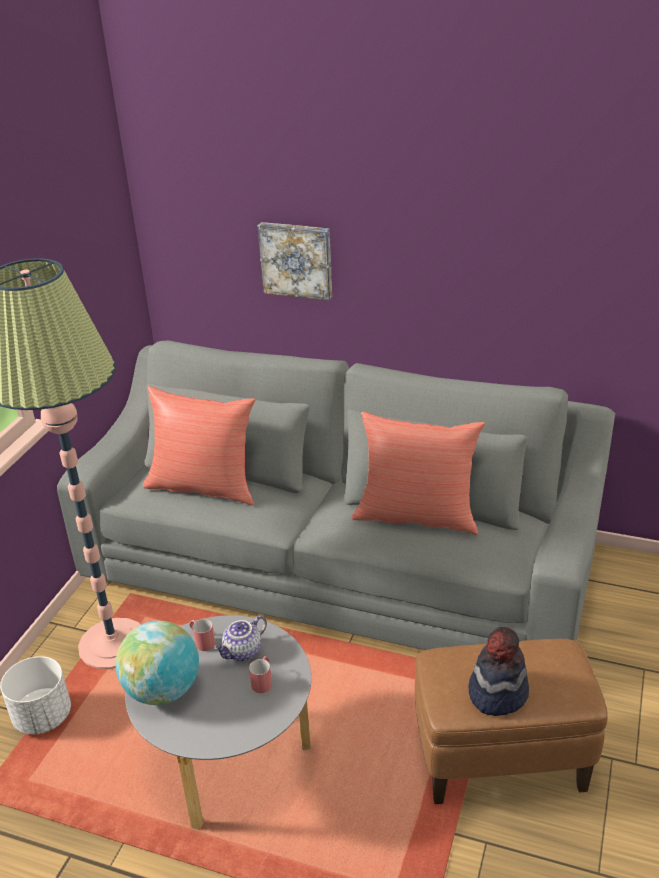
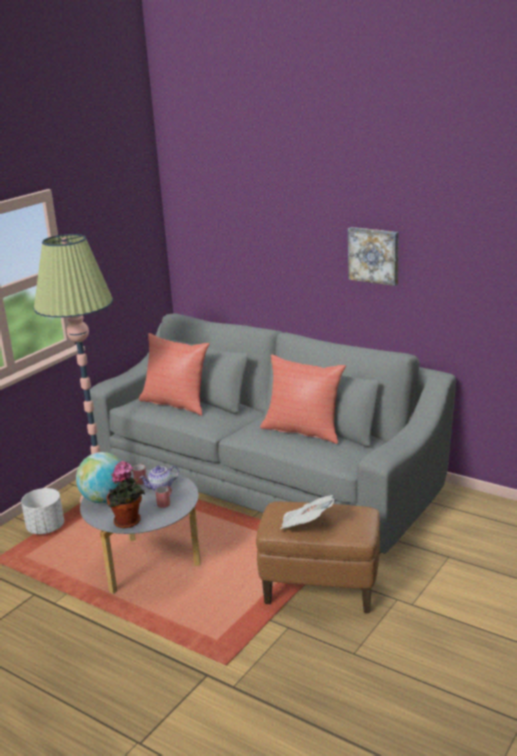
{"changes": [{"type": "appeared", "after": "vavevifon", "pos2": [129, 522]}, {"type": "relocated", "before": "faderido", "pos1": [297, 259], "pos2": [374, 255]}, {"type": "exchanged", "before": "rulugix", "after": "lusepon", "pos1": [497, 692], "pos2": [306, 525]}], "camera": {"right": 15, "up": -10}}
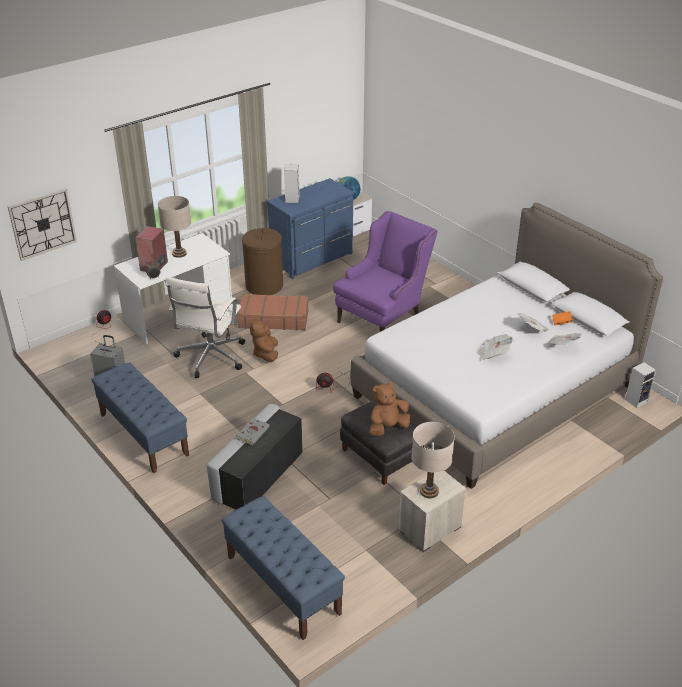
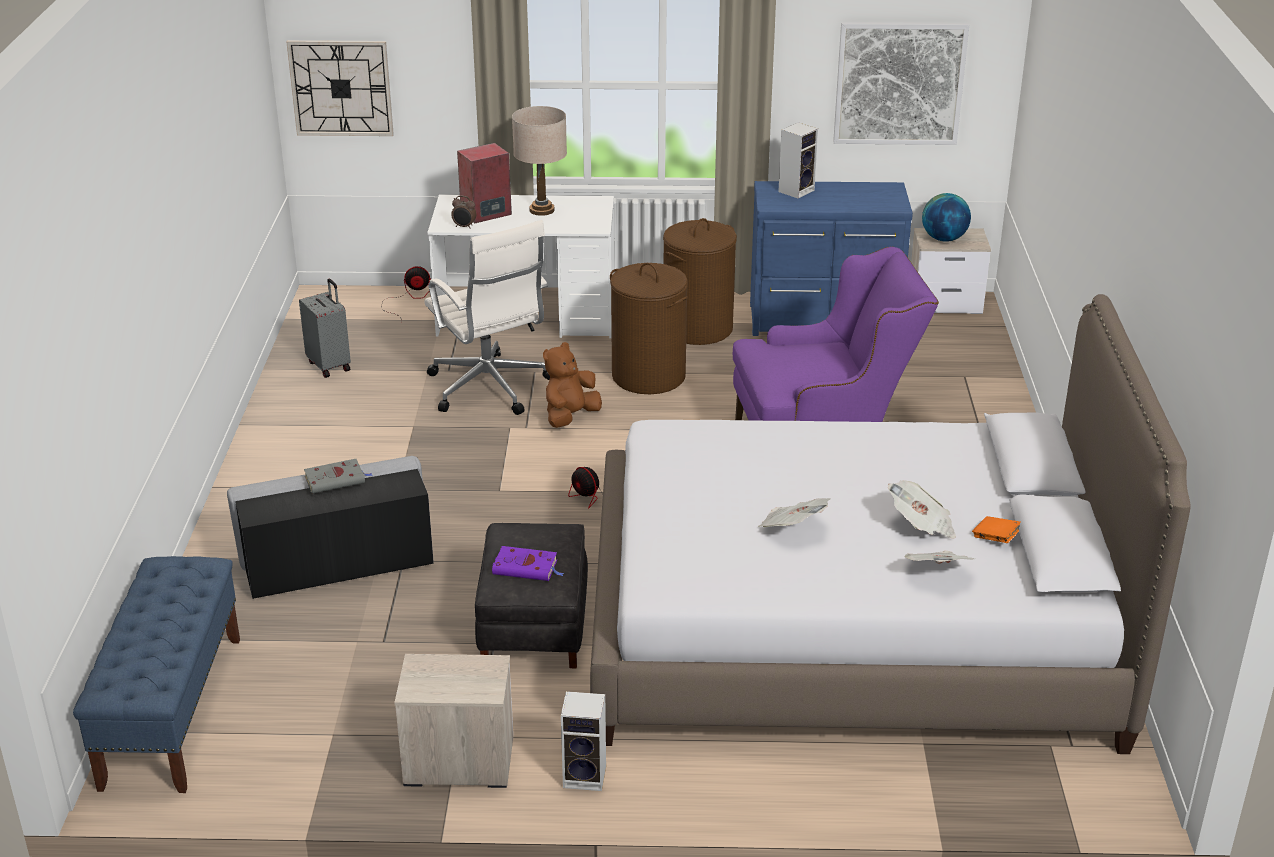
{"changes": [{"type": "missing", "before": "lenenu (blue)", "pos1": [143, 434]}, {"type": "missing", "before": "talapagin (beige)", "pos1": [429, 491]}, {"type": "appeared", "after": "faderido", "pos2": [899, 83]}, {"type": "relocated", "before": "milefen", "pos1": [636, 400], "pos2": [586, 776]}, {"type": "exchanged", "before": "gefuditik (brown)", "after": "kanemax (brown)", "pos1": [273, 318], "pos2": [648, 376]}, {"type": "exchanged", "before": "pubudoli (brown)", "after": "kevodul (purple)", "pos1": [387, 428], "pos2": [527, 568]}, {"type": "spun", "before": "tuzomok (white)", "pos1": [210, 358], "pos2": [490, 388], "turn": -90}], "camera": {"right": 40, "up": -5}}
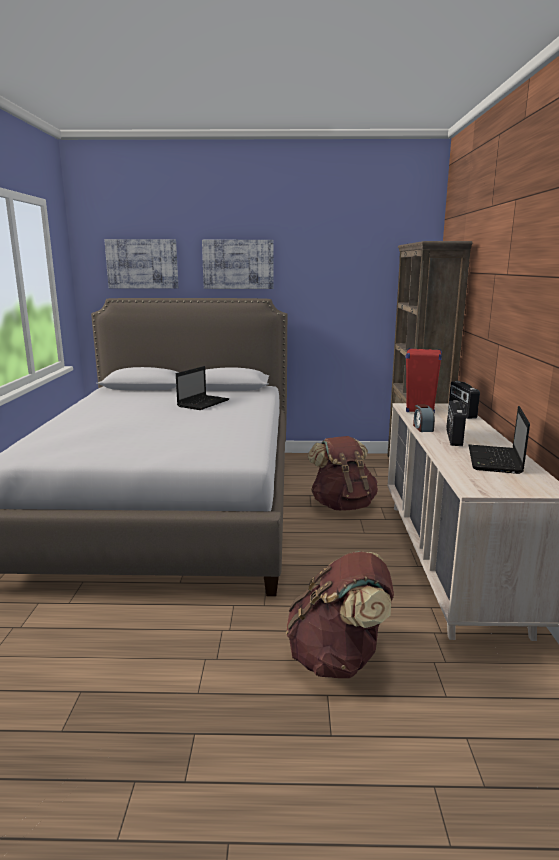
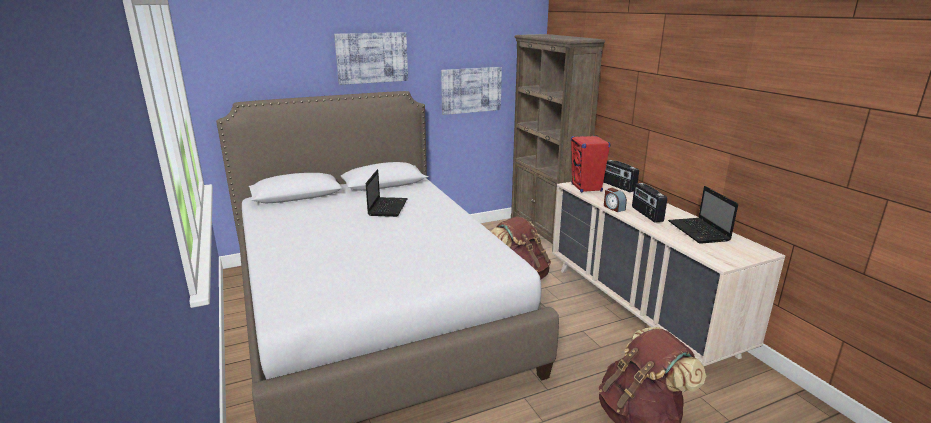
{"changes": [{"type": "relocated", "before": "faderido", "pos1": [142, 264], "pos2": [471, 90]}], "camera": {"right": -25, "up": 5}}
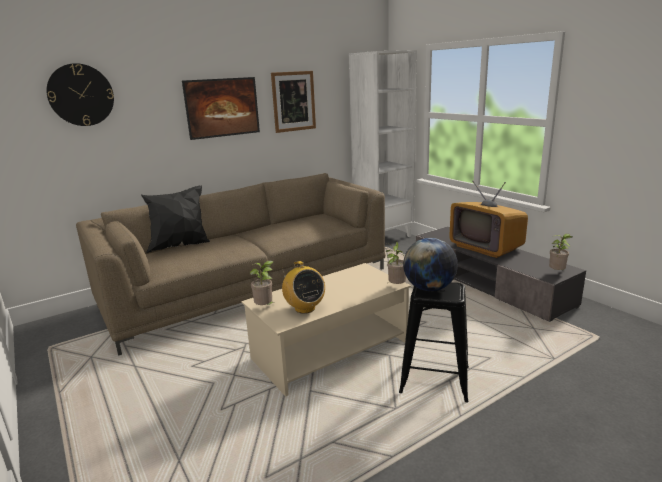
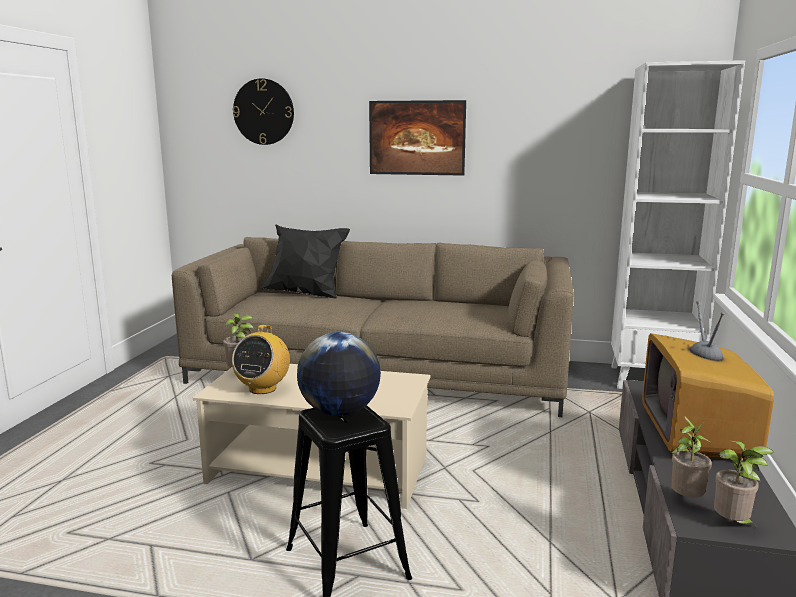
{"changes": [{"type": "missing", "before": "faderido", "pos1": [293, 101]}, {"type": "relocated", "before": "vavevifon", "pos1": [396, 286], "pos2": [685, 500]}], "camera": {"right": 45, "up": -5}}
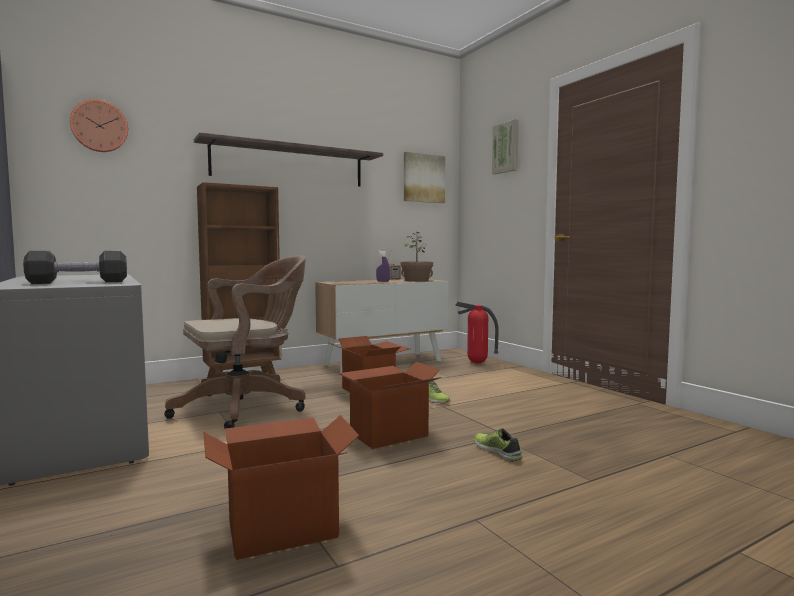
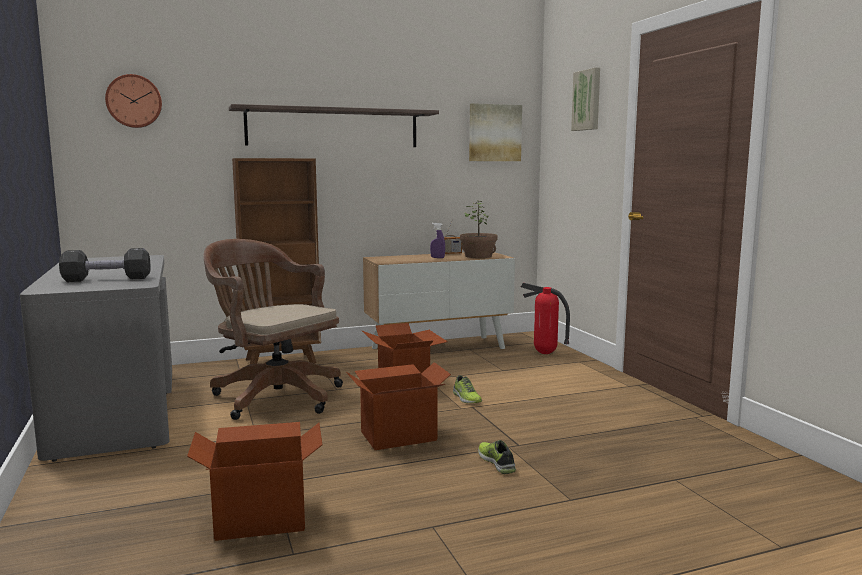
{"changes": [{"type": "spun", "before": "tuzomok (brown)", "pos1": [246, 407], "pos2": [273, 396], "turn": -120}], "camera": {"right": 10, "up": 5}}
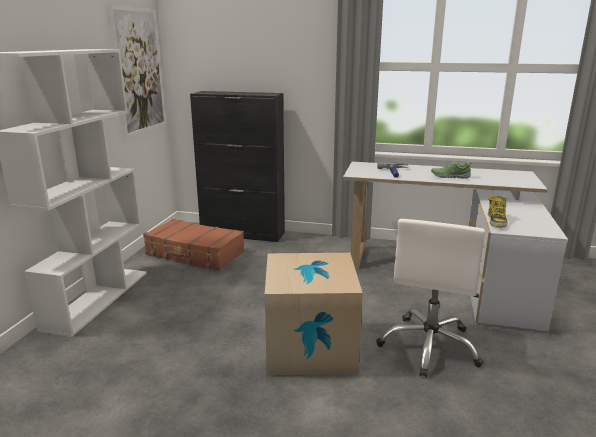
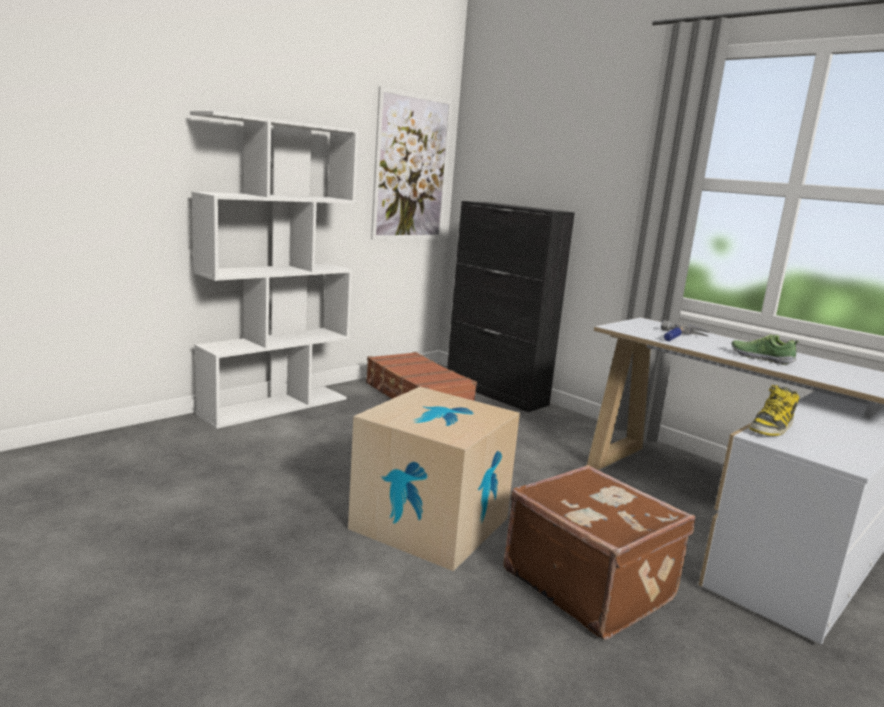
{"changes": [{"type": "exchanged", "before": "tuzomok (white)", "after": "gefuditik (brown)", "pos1": [429, 346], "pos2": [589, 584]}], "camera": {"right": 30, "up": -5}}
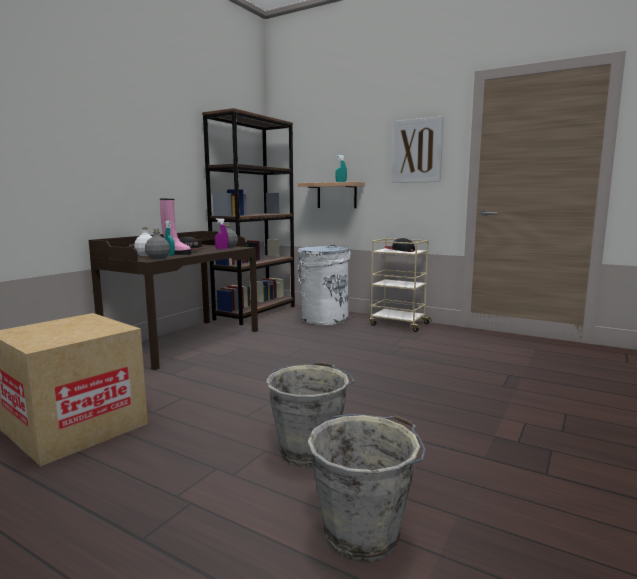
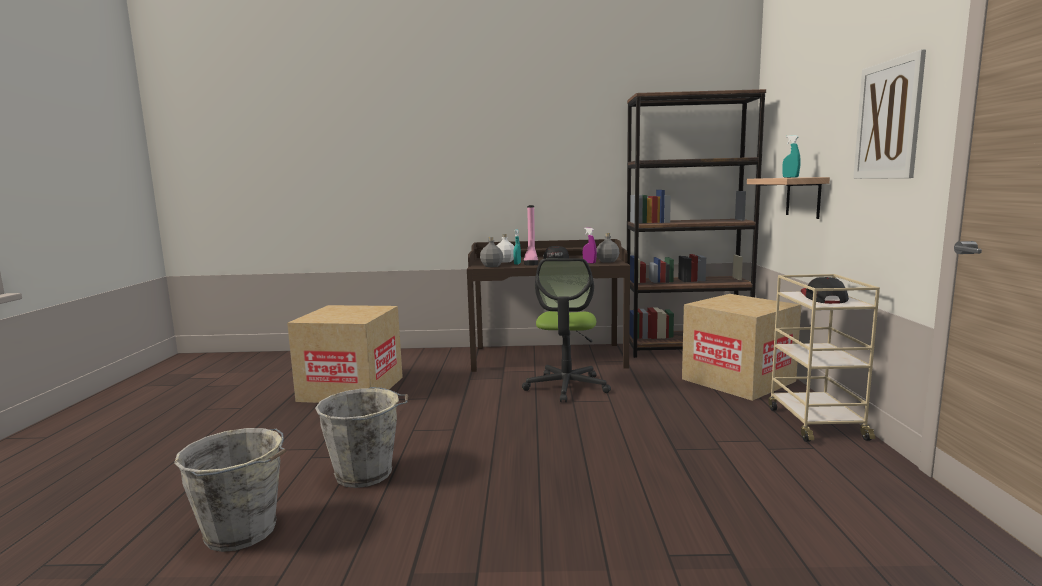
{"changes": [{"type": "appeared", "after": "tuzomok", "pos2": [566, 387]}, {"type": "exchanged", "before": "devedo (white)", "after": "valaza", "pos1": [324, 318], "pos2": [738, 380]}], "camera": {"right": 60, "up": 0}}
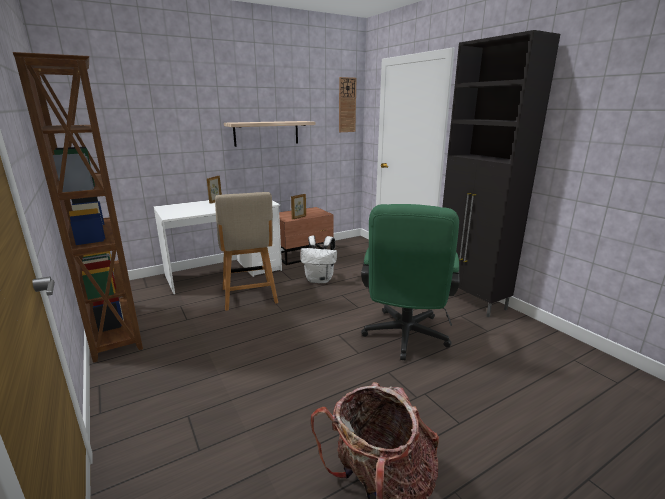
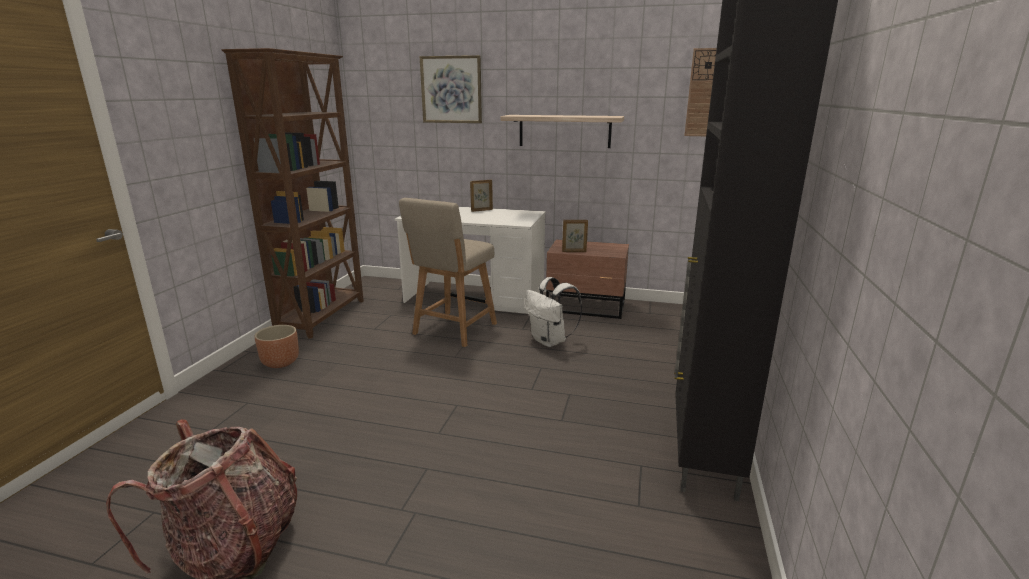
{"changes": [{"type": "missing", "before": "tuzomok (green)", "pos1": [404, 338]}, {"type": "appeared", "after": "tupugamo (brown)", "pos2": [280, 363]}, {"type": "appeared", "after": "faderido", "pos2": [451, 90]}], "camera": {"right": 45, "up": 0}}
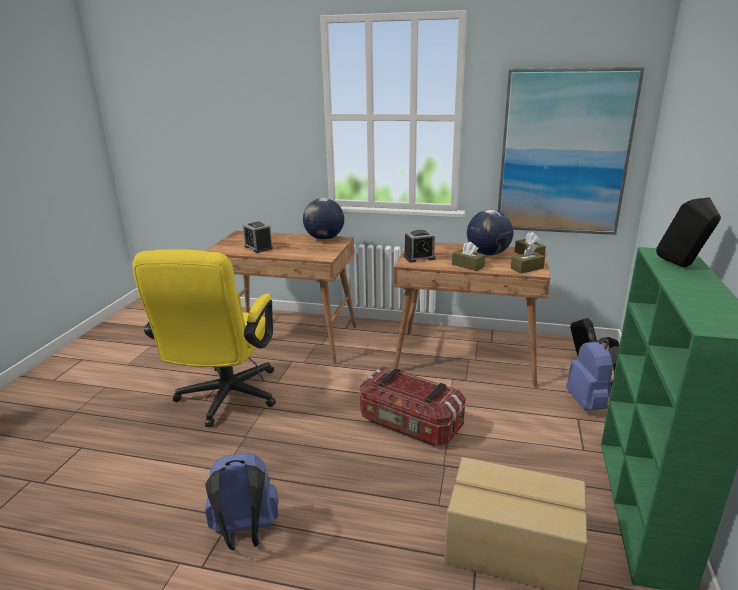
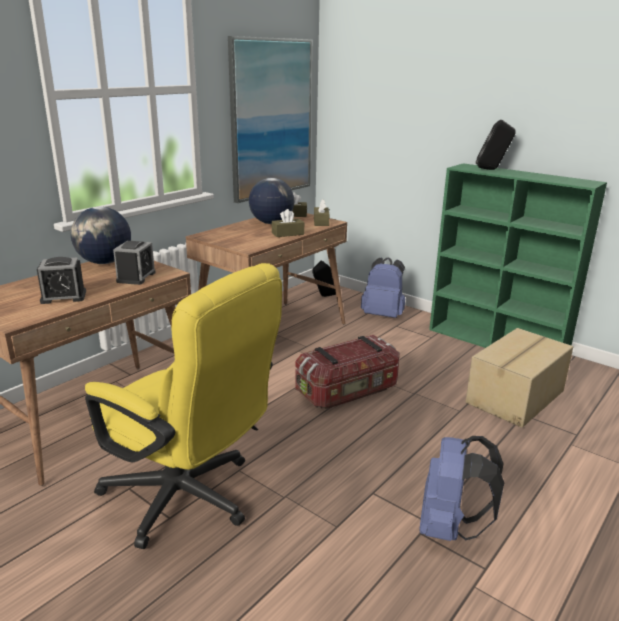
{"changes": [{"type": "relocated", "before": "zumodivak", "pos1": [419, 257], "pos2": [136, 277]}], "camera": {"right": -65, "up": 0}}
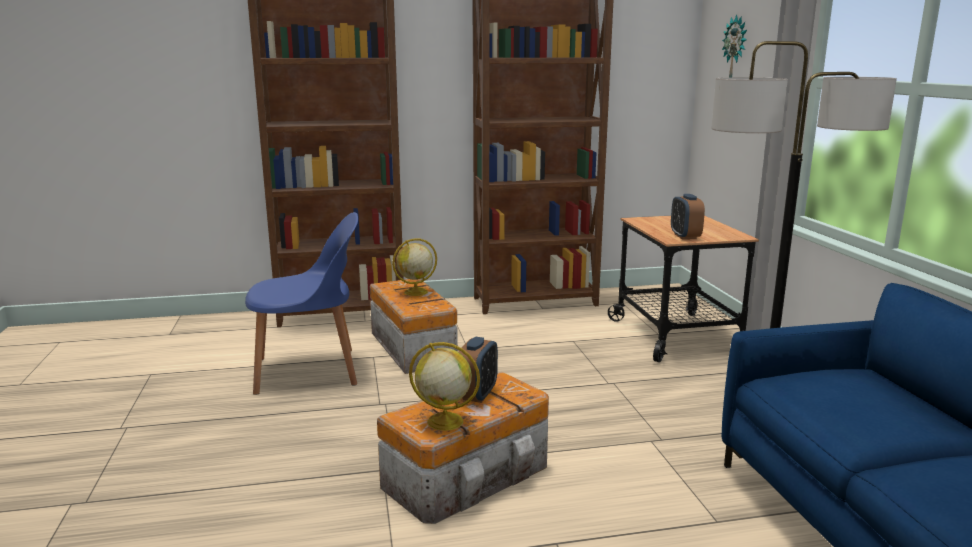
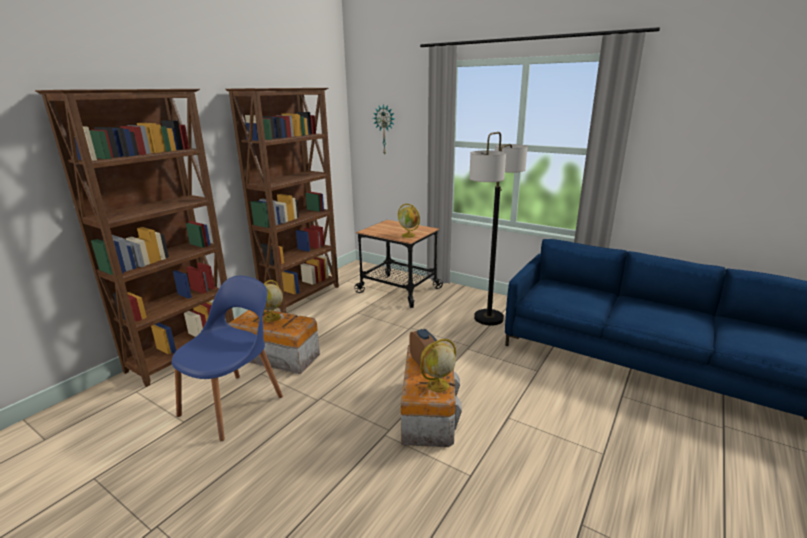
{"changes": [{"type": "exchanged", "before": "zumodivak", "after": "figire", "pos1": [685, 236], "pos2": [409, 235]}], "camera": {"right": -45, "up": 5}}
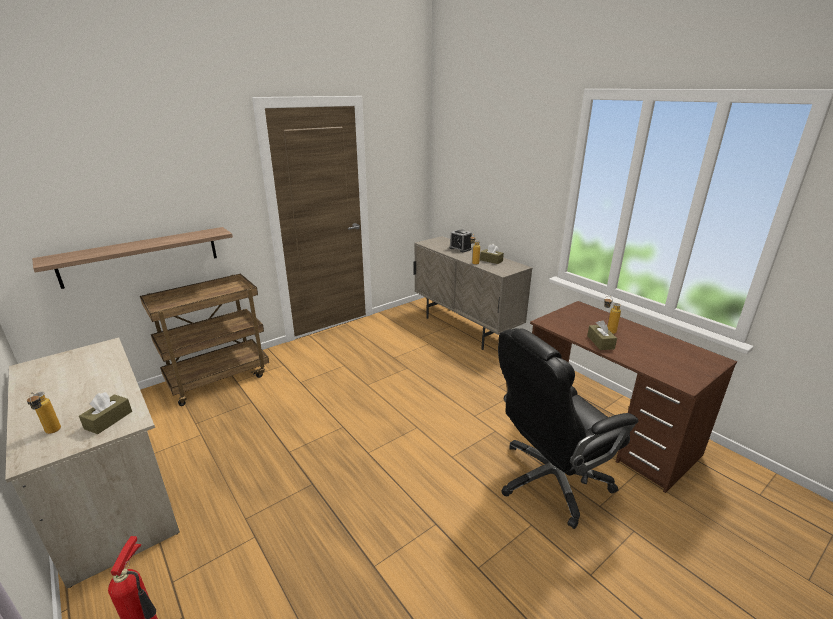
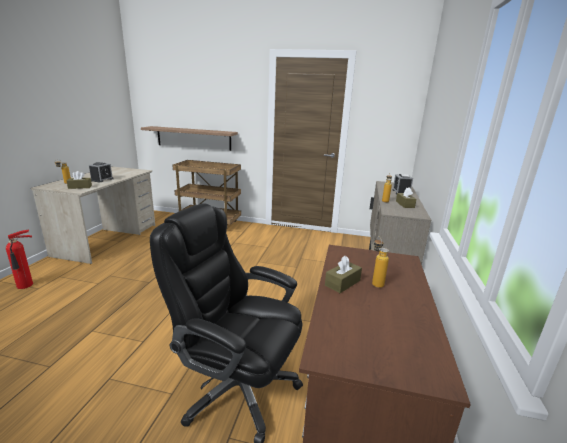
{"changes": [{"type": "appeared", "after": "zumodivak", "pos2": [102, 180]}], "camera": {"right": 50, "up": -5}}
